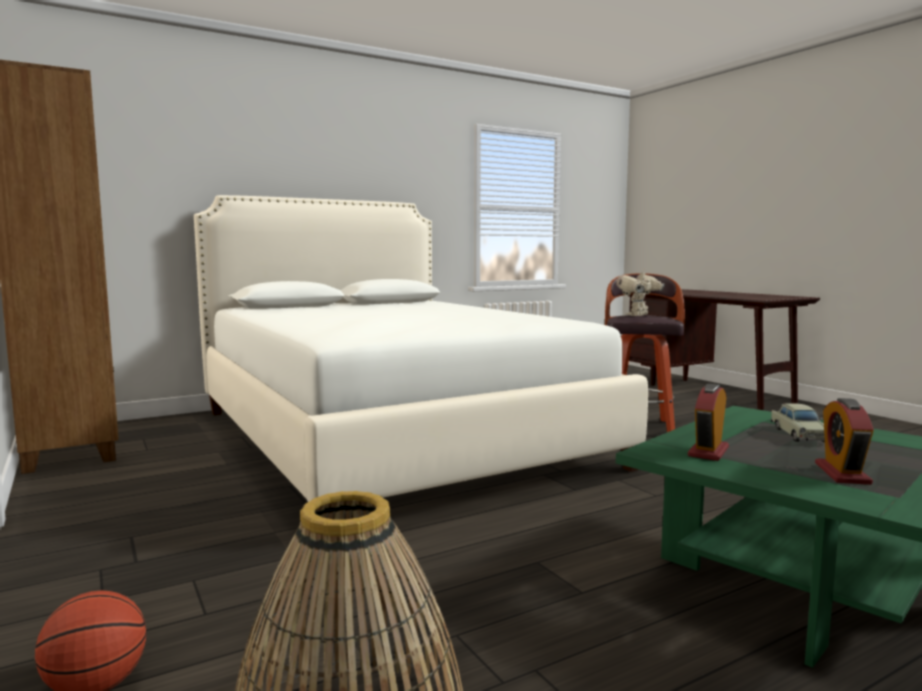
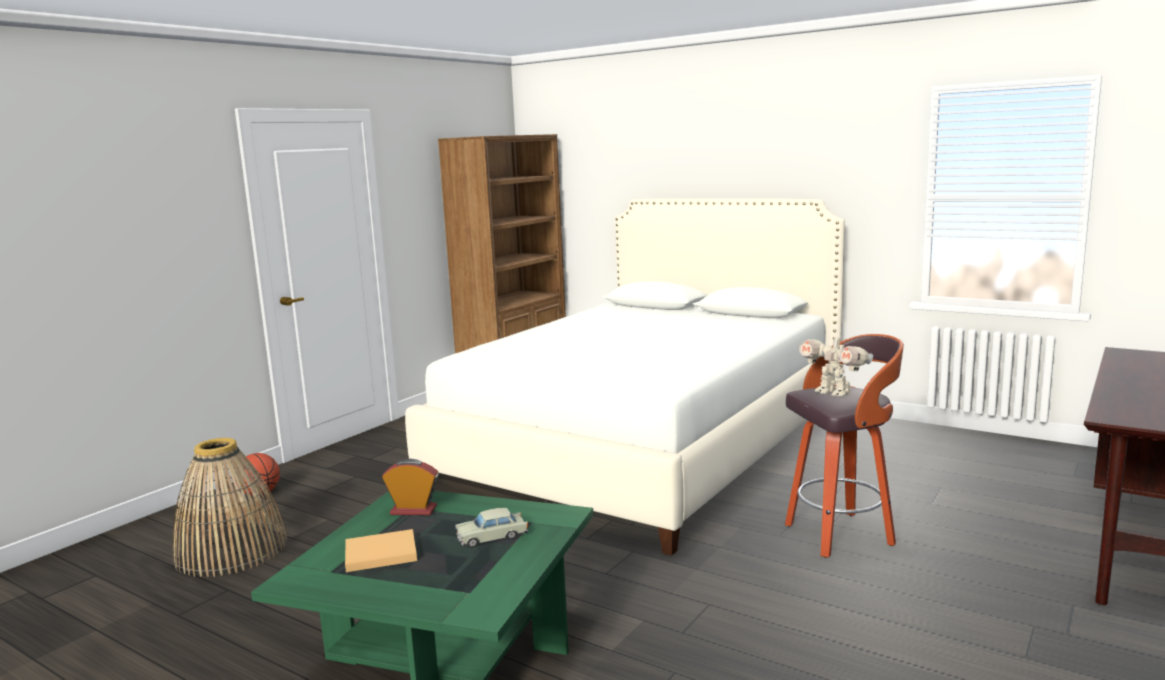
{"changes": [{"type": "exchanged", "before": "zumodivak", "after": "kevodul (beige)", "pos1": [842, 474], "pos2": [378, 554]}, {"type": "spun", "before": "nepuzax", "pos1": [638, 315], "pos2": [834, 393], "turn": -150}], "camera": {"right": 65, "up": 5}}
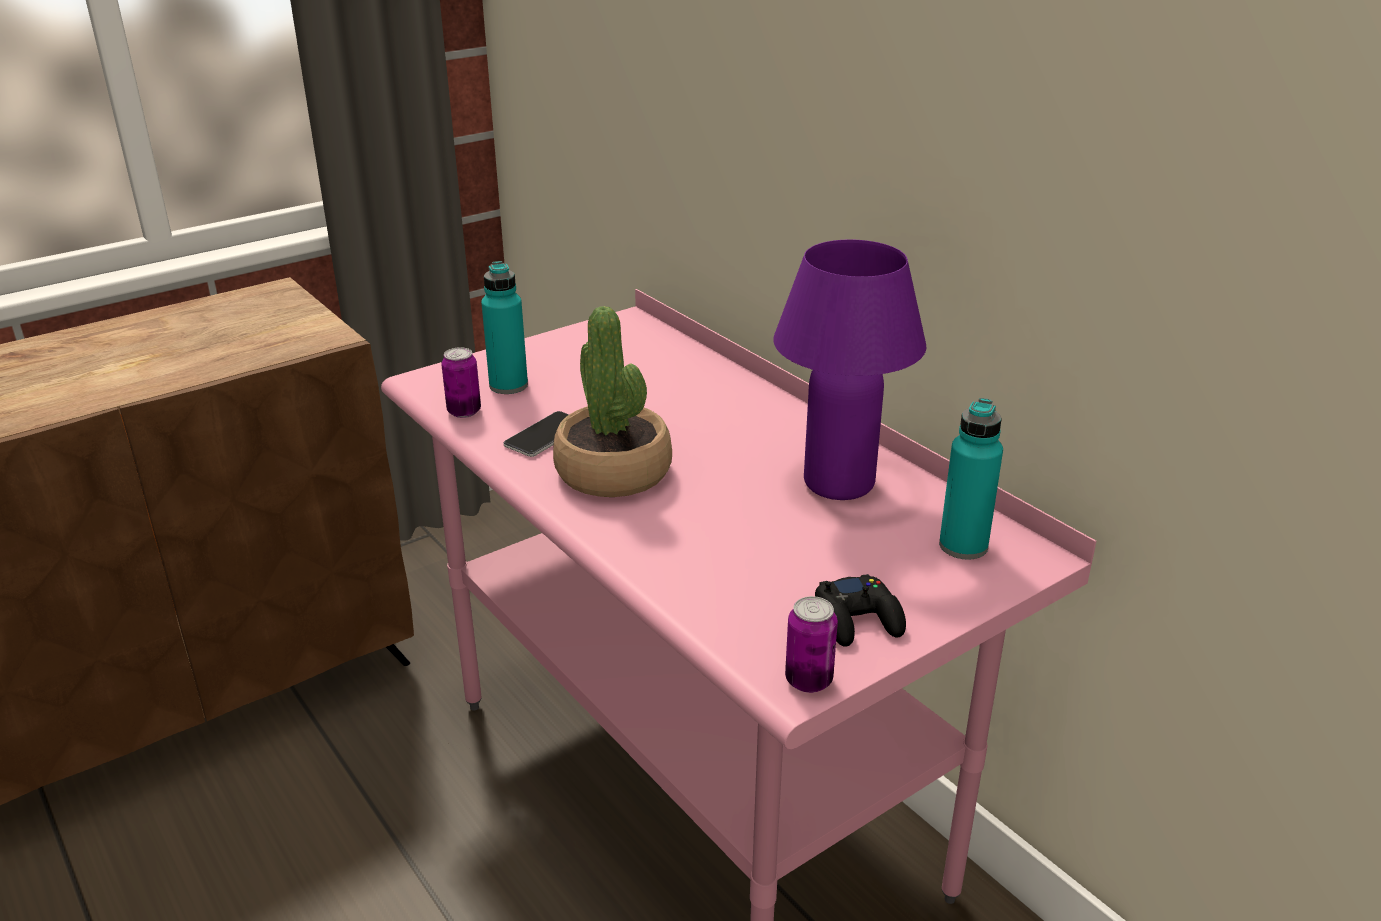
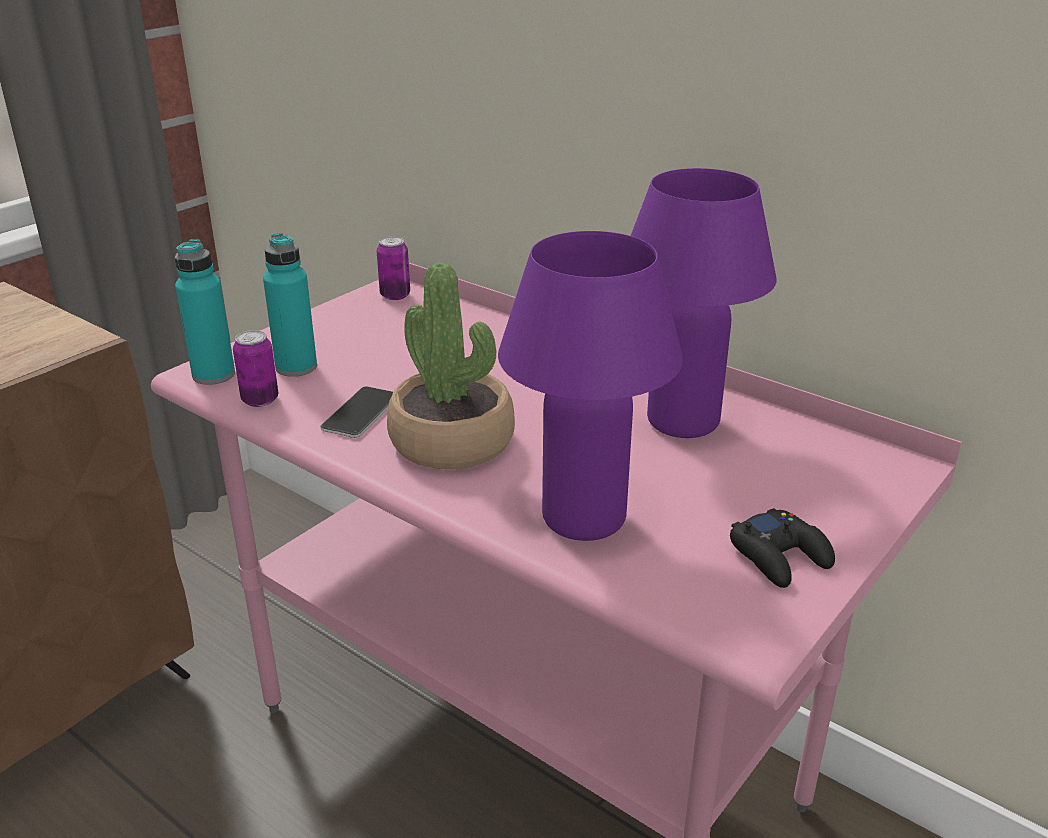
{"changes": [{"type": "appeared", "after": "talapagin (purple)", "pos2": [583, 518]}, {"type": "relocated", "before": "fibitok", "pos1": [808, 680], "pos2": [395, 295]}, {"type": "relocated", "before": "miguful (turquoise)", "pos1": [963, 546], "pos2": [213, 375]}], "camera": {"right": -15, "up": 0}}
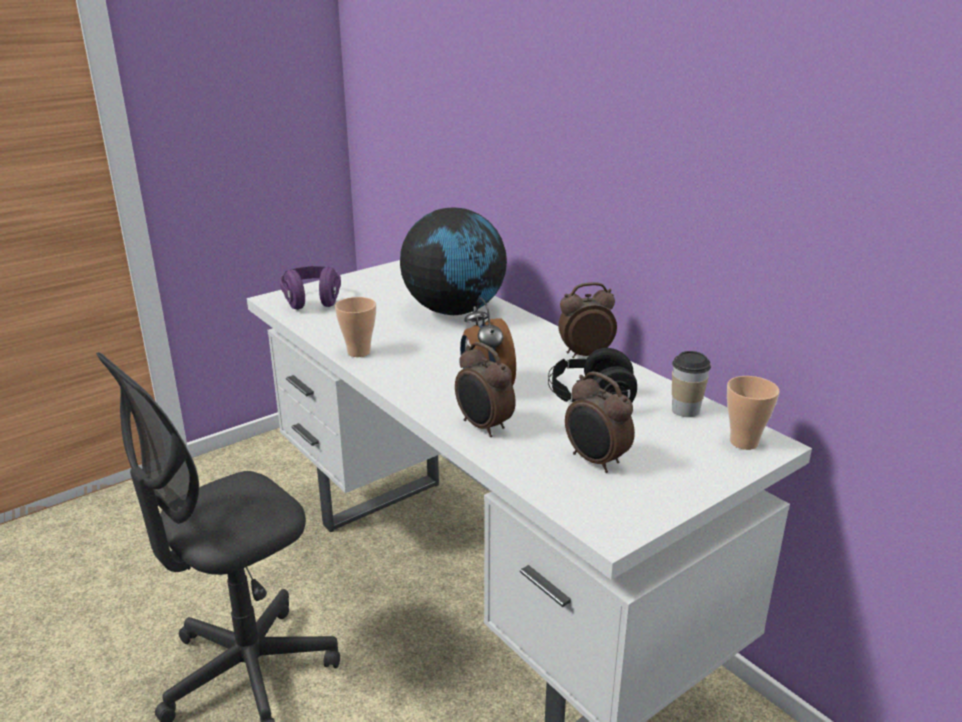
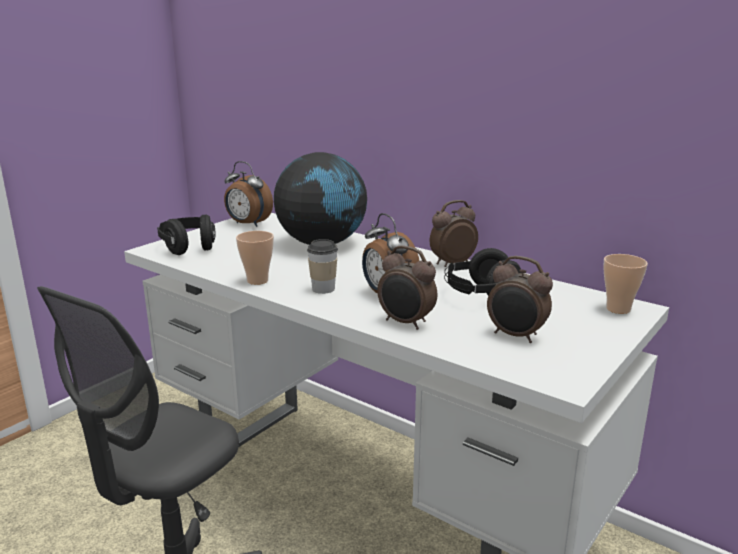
{"changes": [{"type": "appeared", "after": "zumodivak", "pos2": [247, 224]}, {"type": "relocated", "before": "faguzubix", "pos1": [685, 410], "pos2": [323, 289]}, {"type": "colour", "before": "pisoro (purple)", "after": "pisoro (black)", "pos1": [312, 301], "pos2": [189, 248]}], "camera": {"right": -15, "up": -5}}
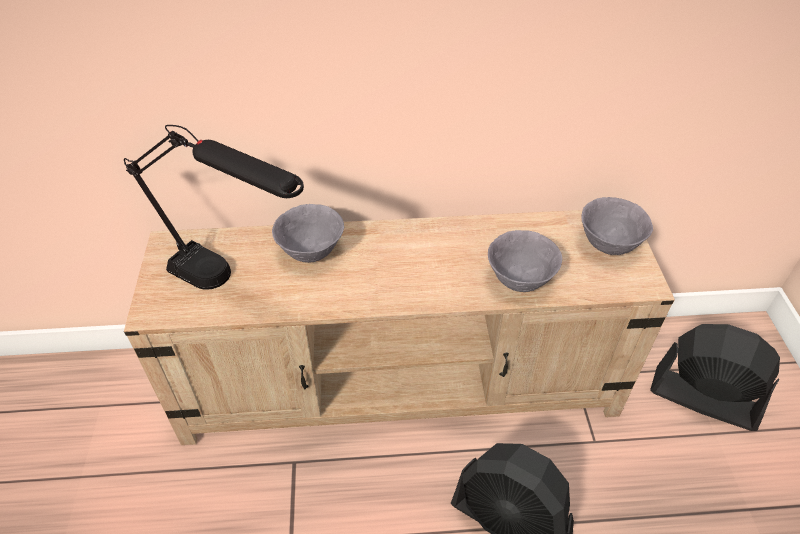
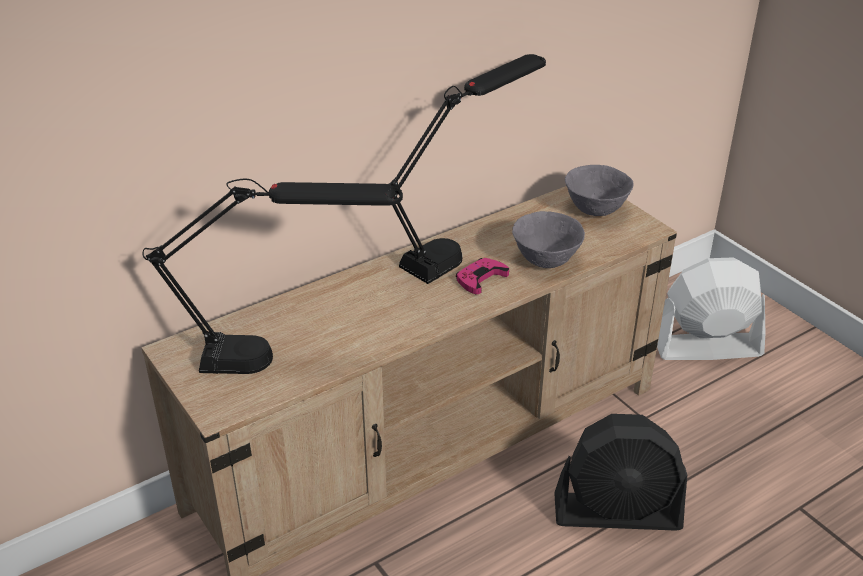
{"changes": [{"type": "missing", "before": "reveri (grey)", "pos1": [312, 252]}, {"type": "appeared", "after": "talapagin (black)", "pos2": [463, 246]}, {"type": "appeared", "after": "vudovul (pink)", "pos2": [480, 279]}, {"type": "colour", "before": "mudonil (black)", "after": "mudonil (white)", "pos1": [703, 398], "pos2": [707, 347]}], "camera": {"right": -30, "up": -10}}
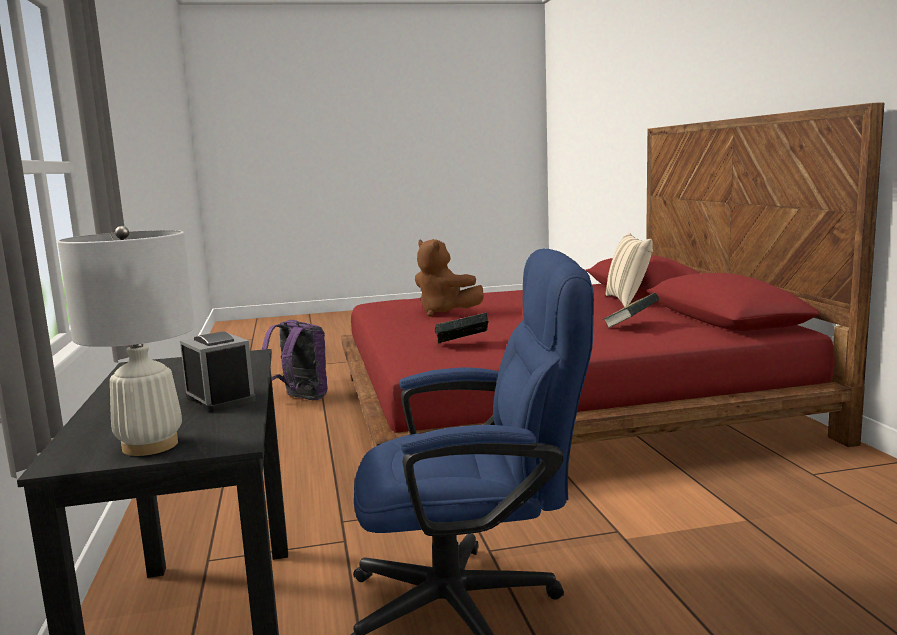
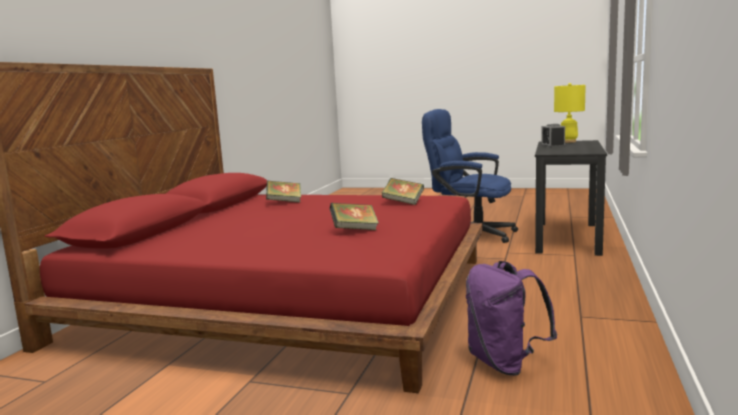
{"changes": [{"type": "missing", "before": "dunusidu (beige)", "pos1": [628, 301]}, {"type": "exchanged", "before": "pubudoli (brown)", "after": "kevodul", "pos1": [444, 312], "pos2": [354, 230]}, {"type": "colour", "before": "talapagin (white)", "after": "talapagin (yellow)", "pos1": [150, 445], "pos2": [568, 141]}], "camera": {"right": -150, "up": 0}}
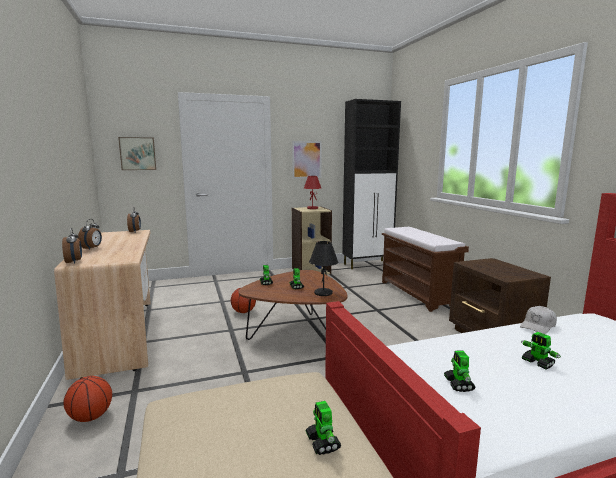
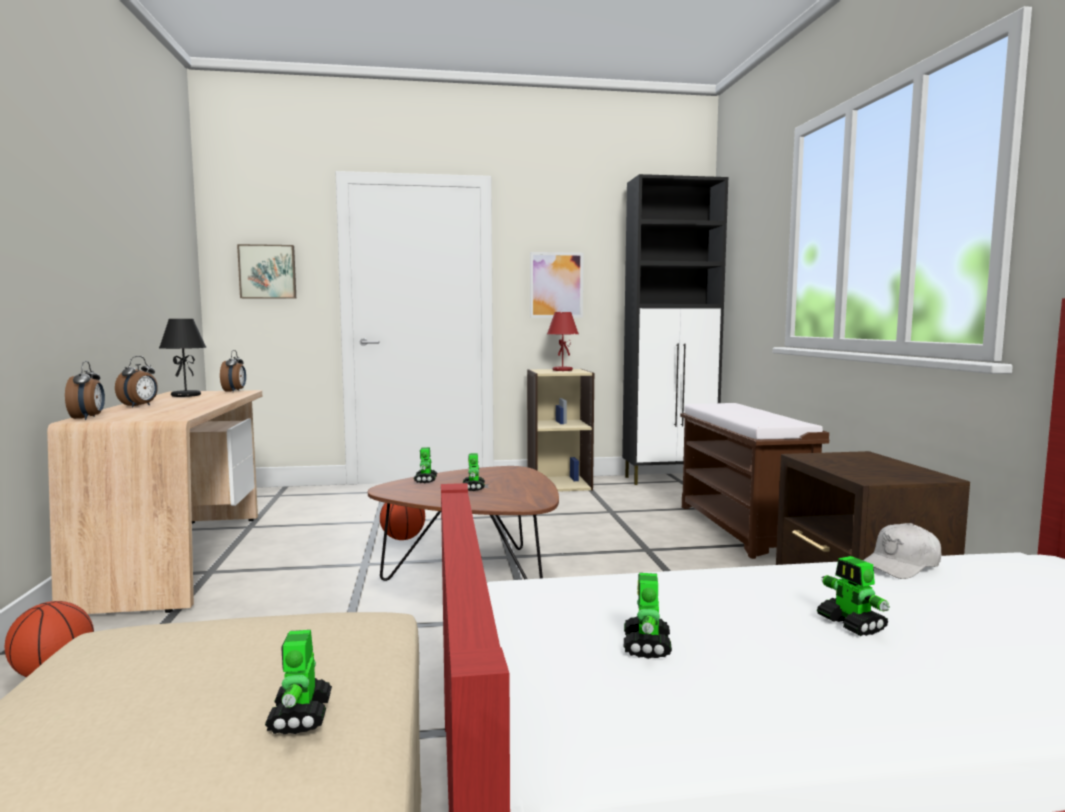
{"changes": [{"type": "relocated", "before": "talapagin (black)", "pos1": [323, 293], "pos2": [186, 395]}], "camera": {"right": 10, "up": -5}}
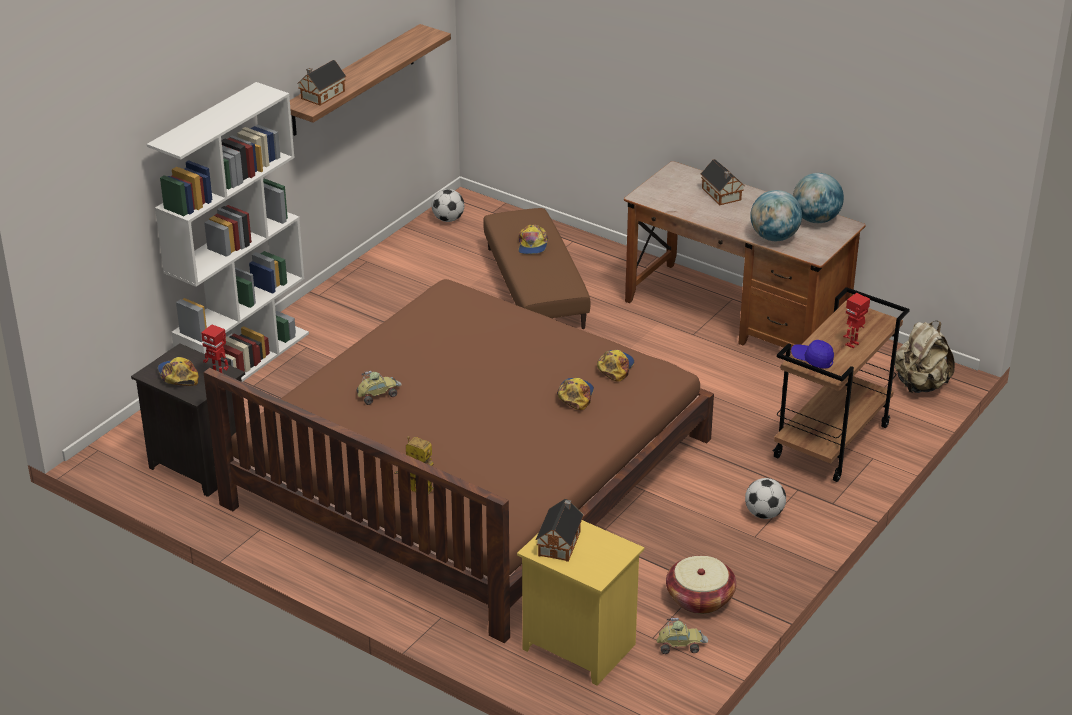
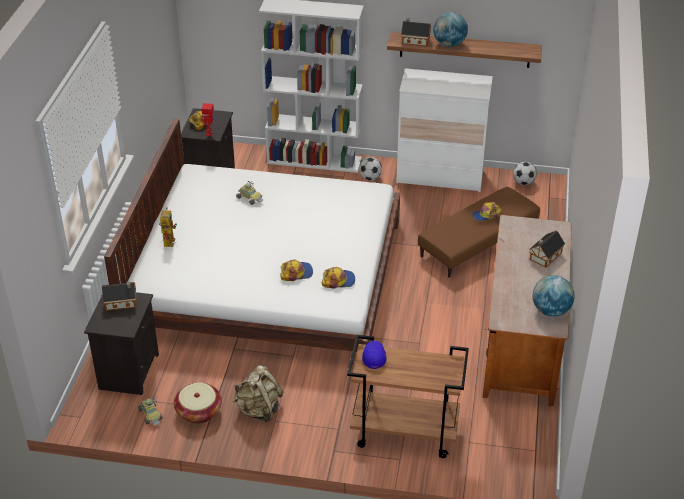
{"changes": [{"type": "missing", "before": "nepuzax", "pos1": [853, 344]}, {"type": "appeared", "after": "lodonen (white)", "pos2": [440, 176]}, {"type": "relocated", "before": "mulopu", "pos1": [764, 514], "pos2": [370, 178]}, {"type": "relocated", "before": "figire", "pos1": [774, 237], "pos2": [449, 44]}, {"type": "relocated", "before": "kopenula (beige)", "pos1": [920, 385], "pos2": [259, 410]}, {"type": "colour", "before": "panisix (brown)", "after": "panisix (white)", "pos1": [470, 472], "pos2": [266, 277]}, {"type": "colour", "before": "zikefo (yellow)", "after": "zikefo (black)", "pos1": [576, 647], "pos2": [128, 370]}], "camera": {"right": 65, "up": 5}}
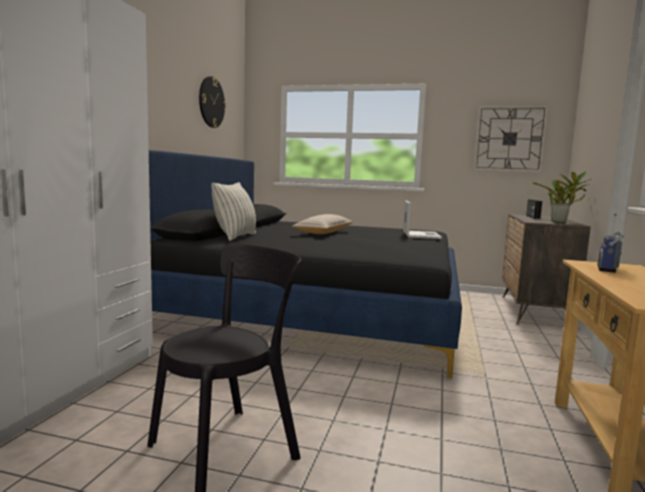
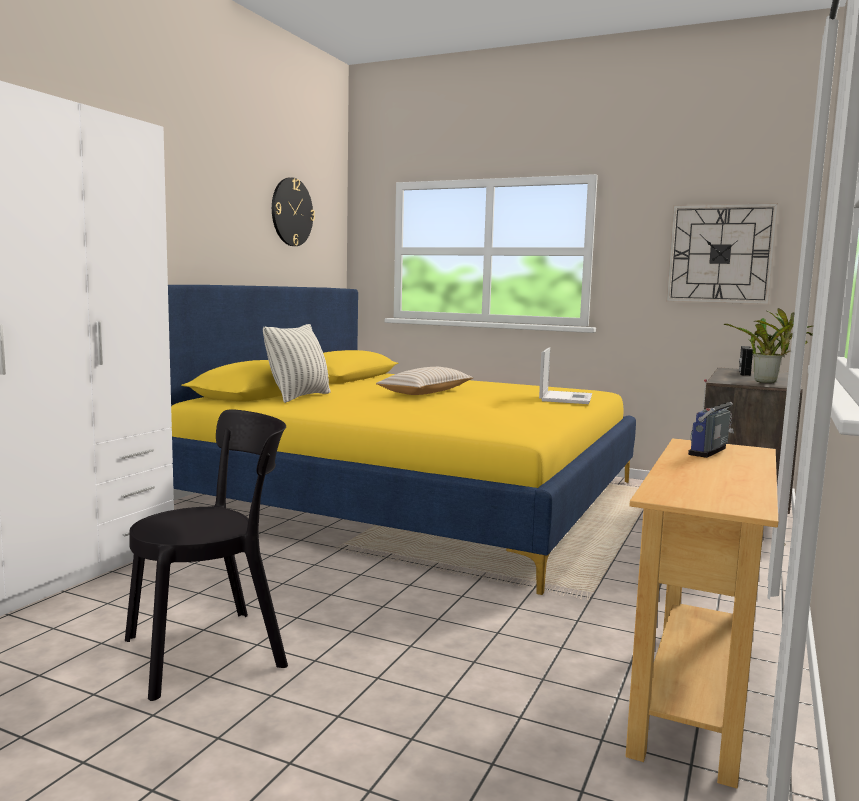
{"changes": [{"type": "colour", "before": "panisix (black)", "after": "panisix (yellow)", "pos1": [313, 308], "pos2": [413, 496]}], "camera": {"right": 10, "up": 0}}
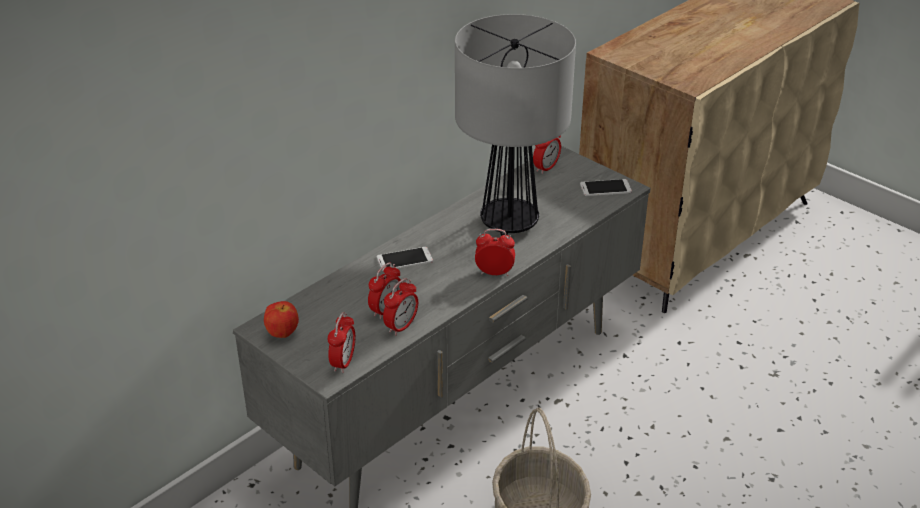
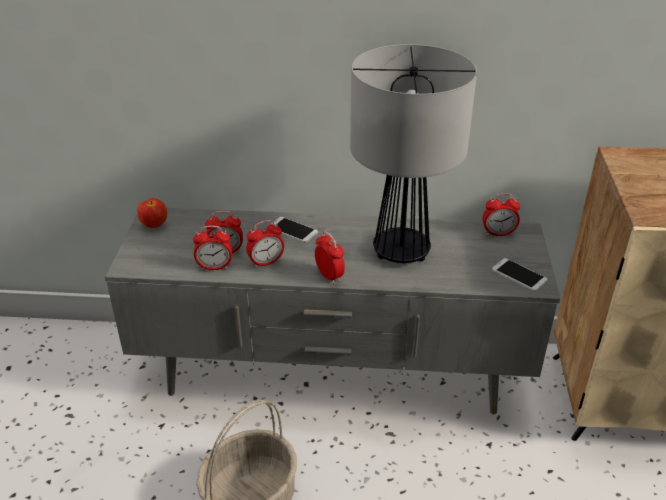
{"changes": [{"type": "relocated", "before": "zumodivak", "pos1": [343, 362], "pos2": [266, 262]}], "camera": {"right": 50, "up": 0}}
